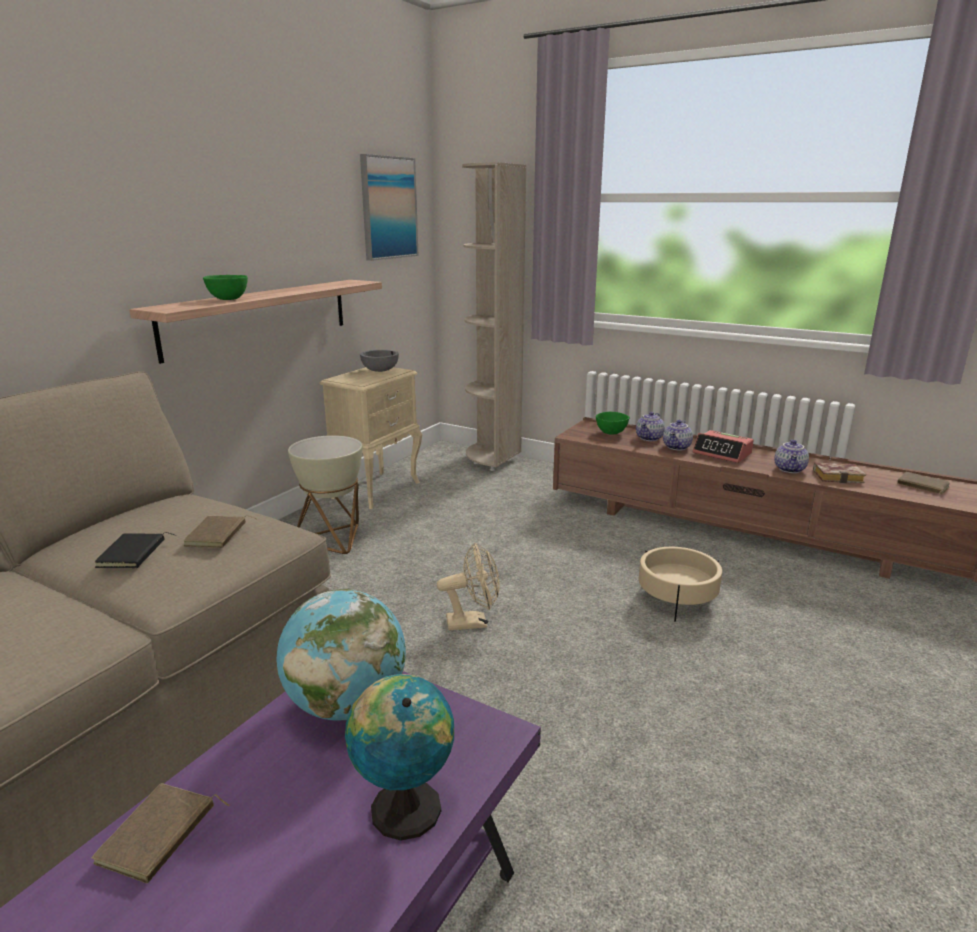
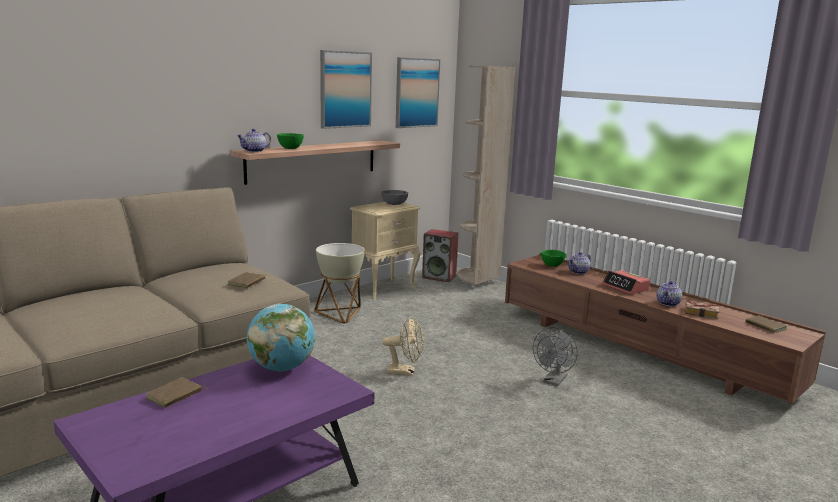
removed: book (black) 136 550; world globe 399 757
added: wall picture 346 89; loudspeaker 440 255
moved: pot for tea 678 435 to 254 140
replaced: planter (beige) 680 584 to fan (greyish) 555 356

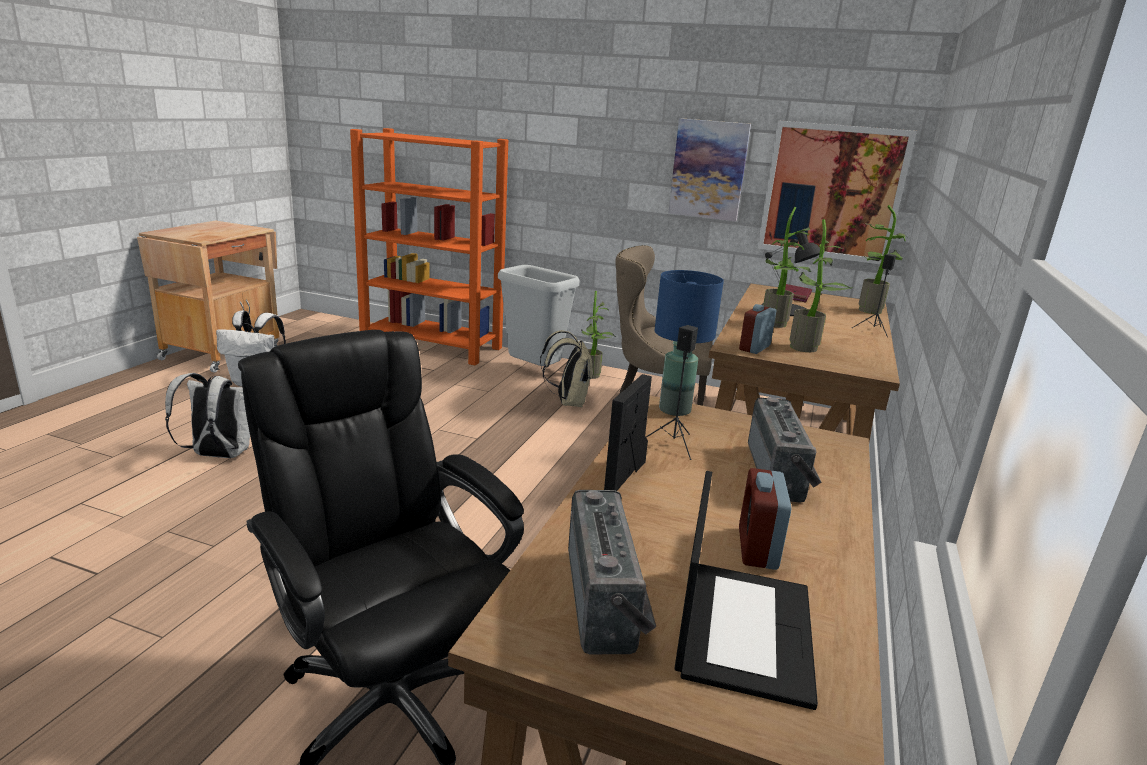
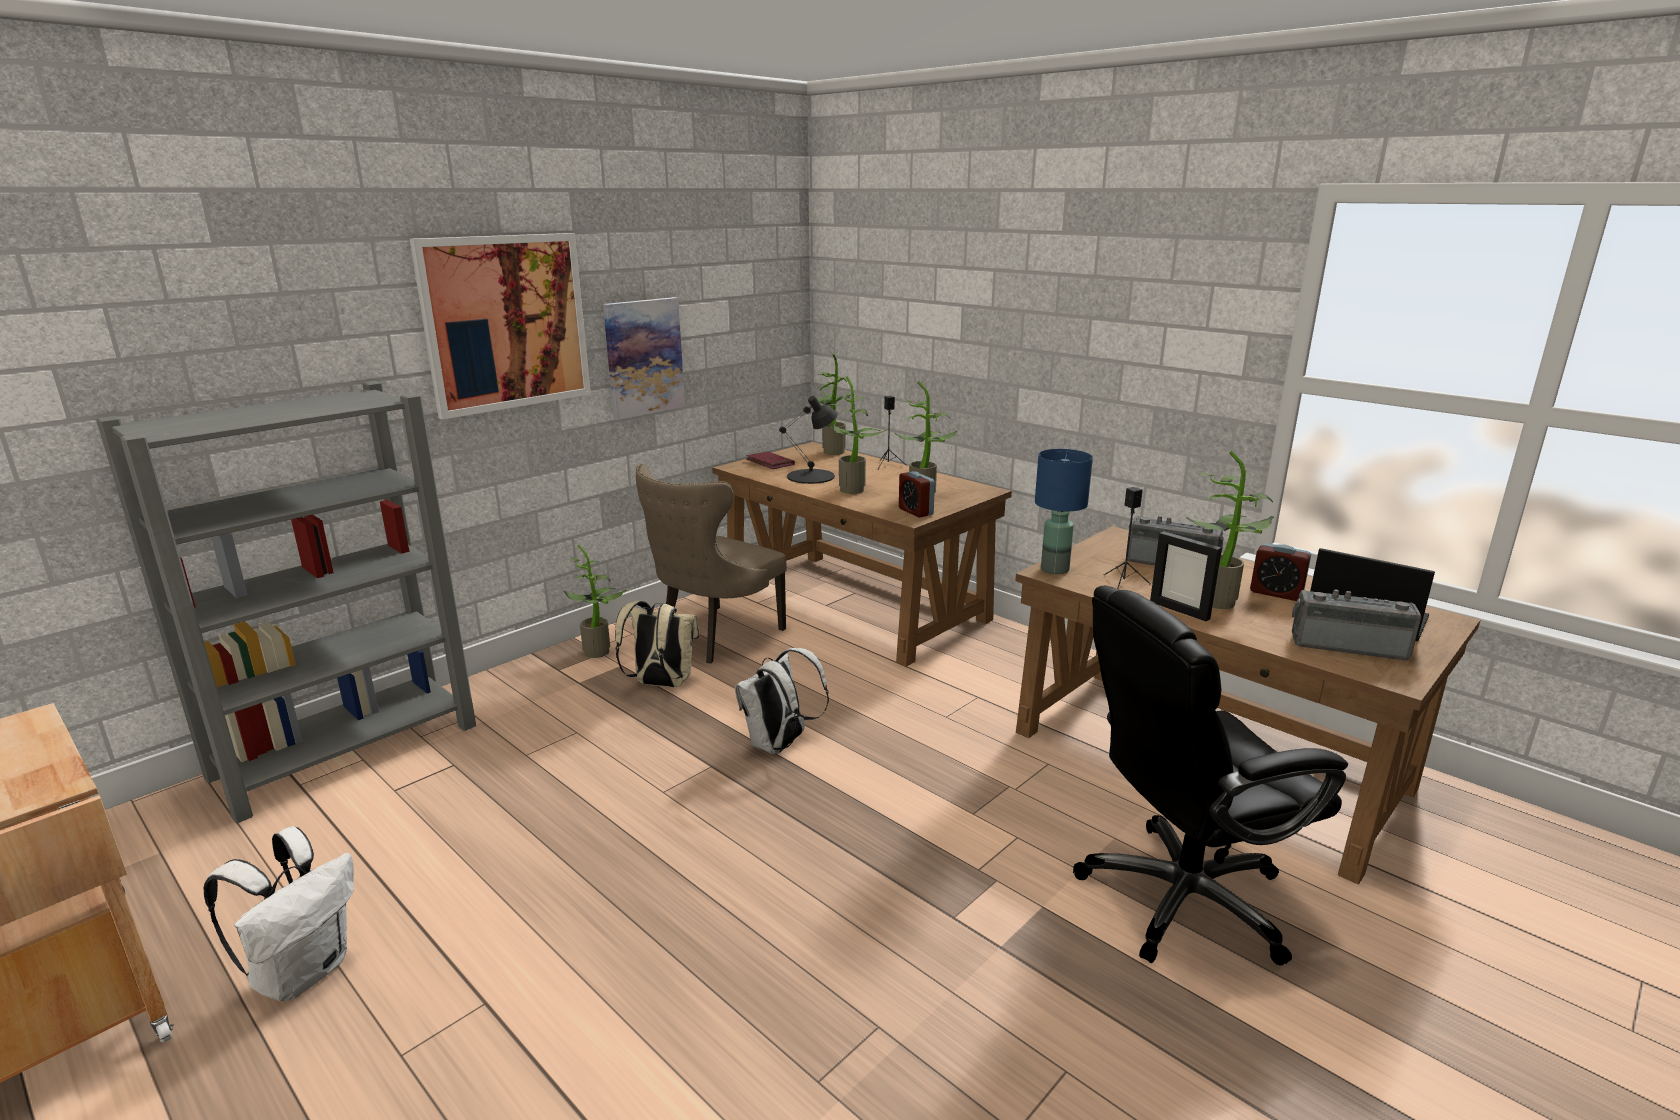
removed: rubbish bin (greyish) 539 315
added: plant in a pot 1230 530
moved: rucksack (white) 207 415 to 782 701; wall picture 837 192 to 500 326
recoloured: shelving unit (orange) 429 246 to shelving unit (greyish) 286 602

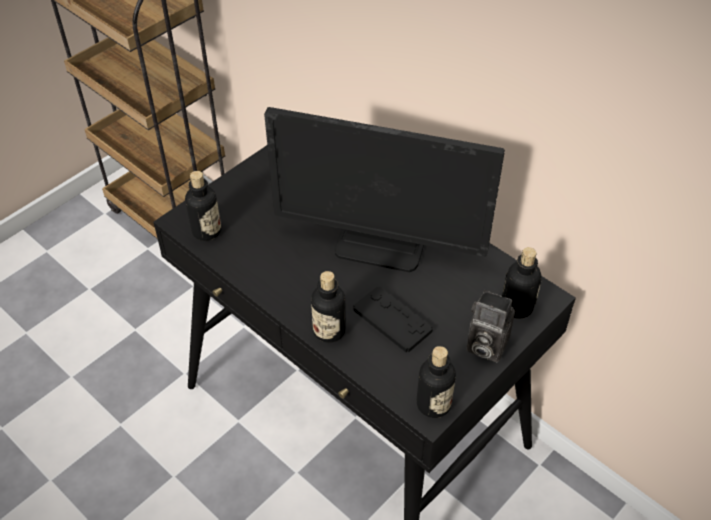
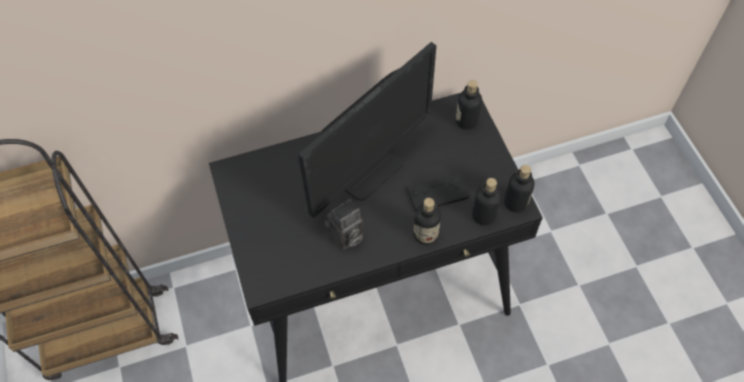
moved: drink bottle 203 206 to 486 201; photo camera 491 326 to 344 224

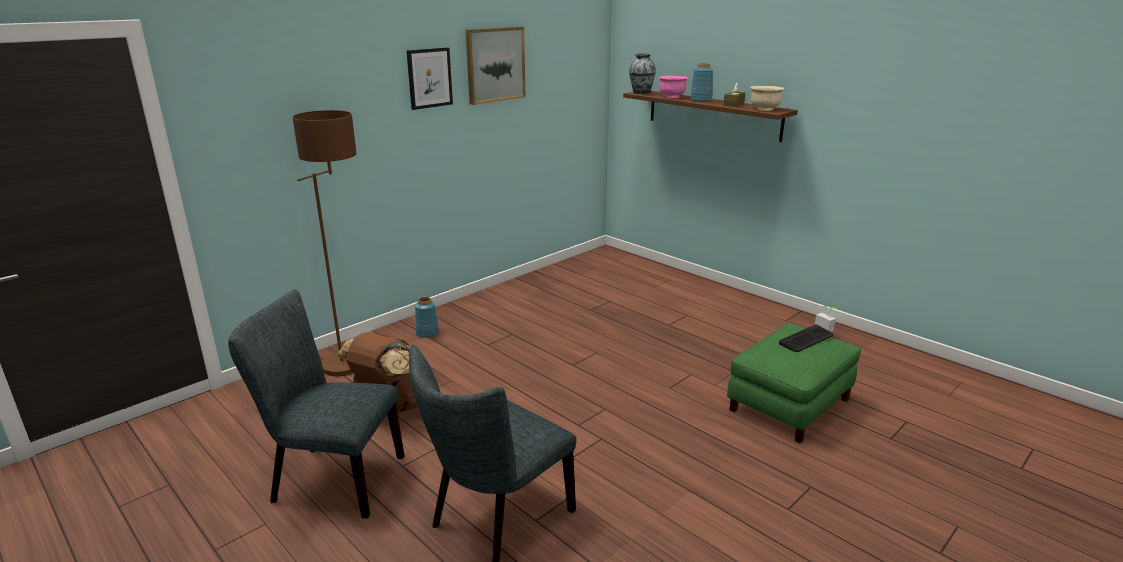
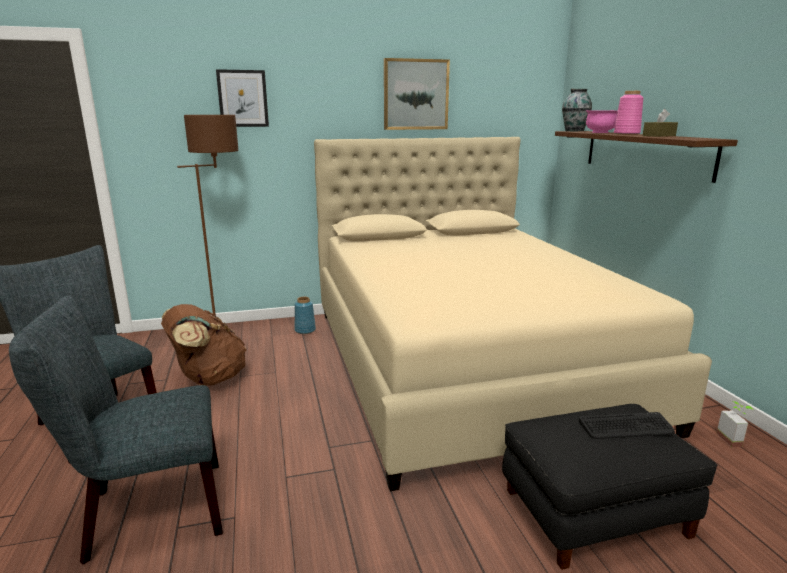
removed: deep dish (beige) 767 98
added: bedroom bed (beige) 513 314
moved: wall picture 430 78 to 242 98
recoloured: flower vase (blue) 701 82 to flower vase (pink-coloured) 629 113; pouffe (green) 794 383 to pouffe (black) 610 487

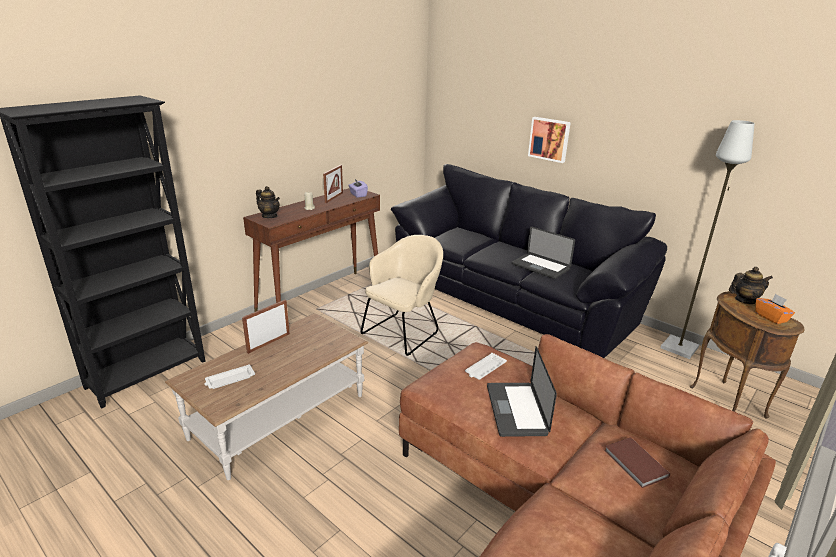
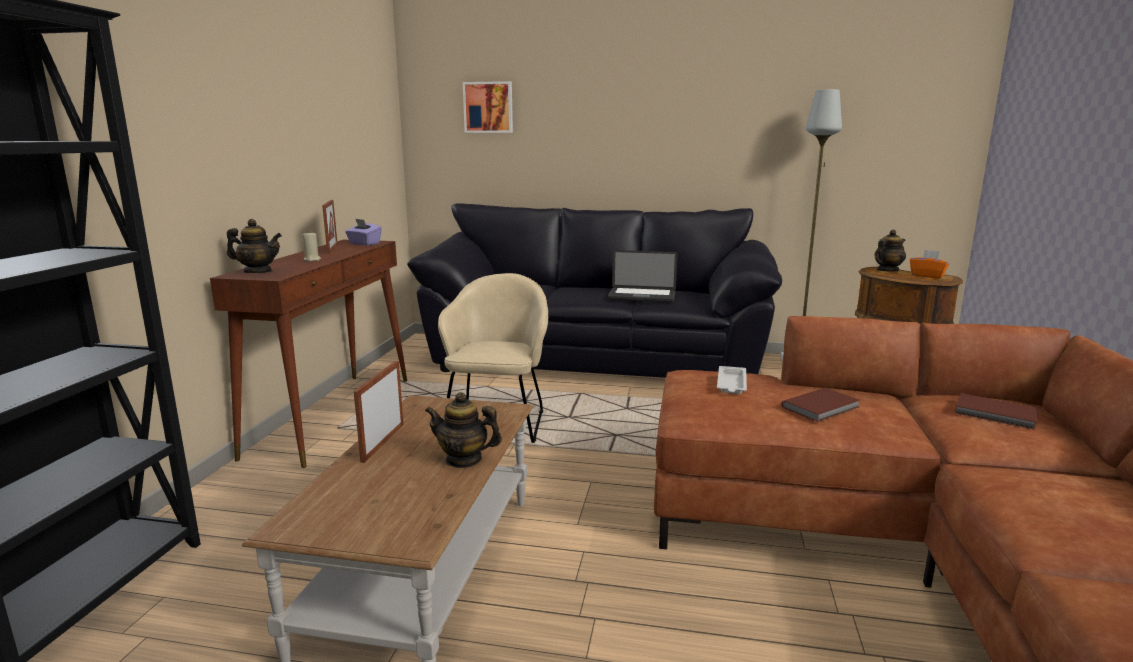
removed: carrying tray (white) 229 376
added: pot for tea 463 430
moved: wall picture 549 140 to 488 107
replaced: portable computer 522 391 to book (brown) 821 405

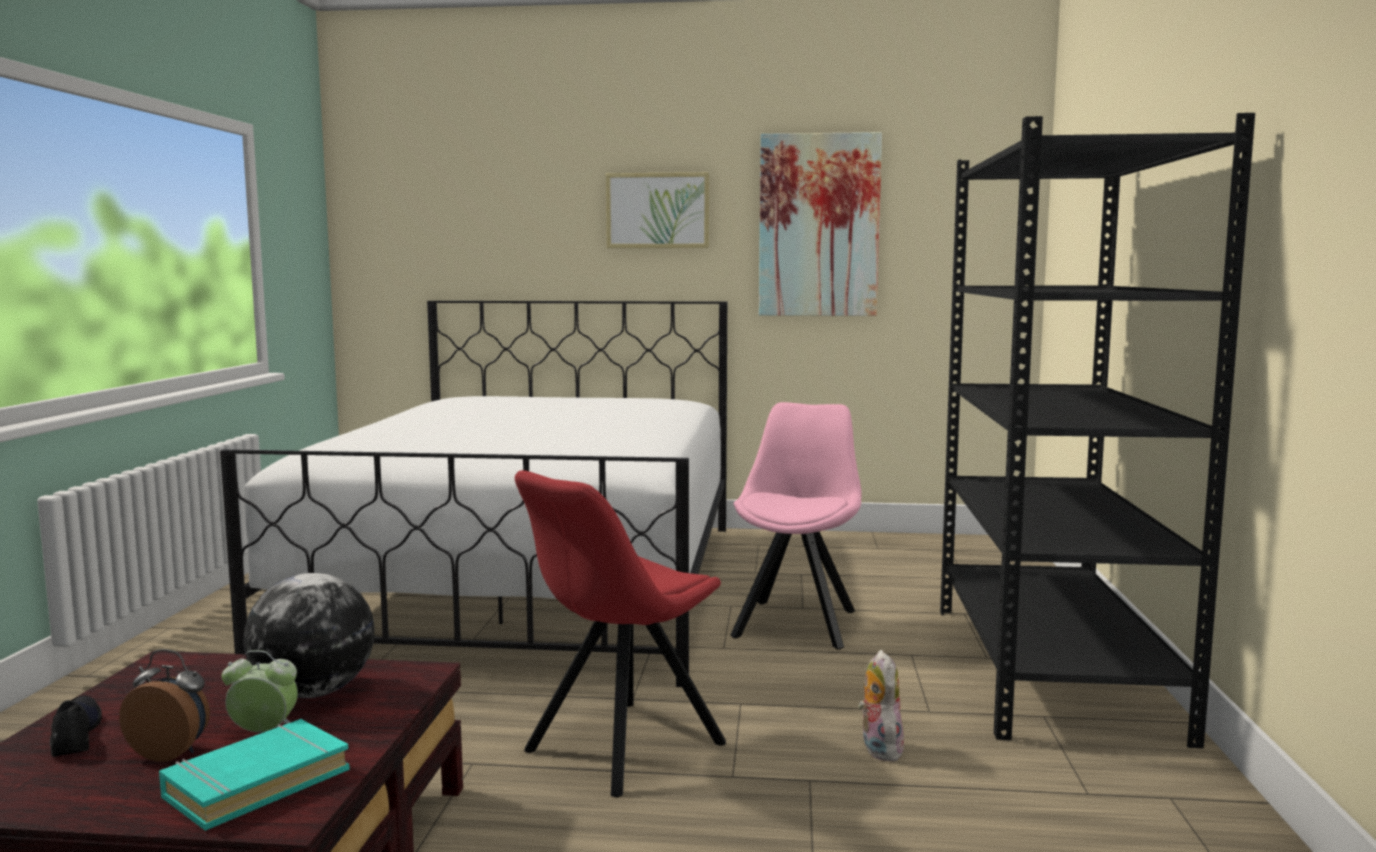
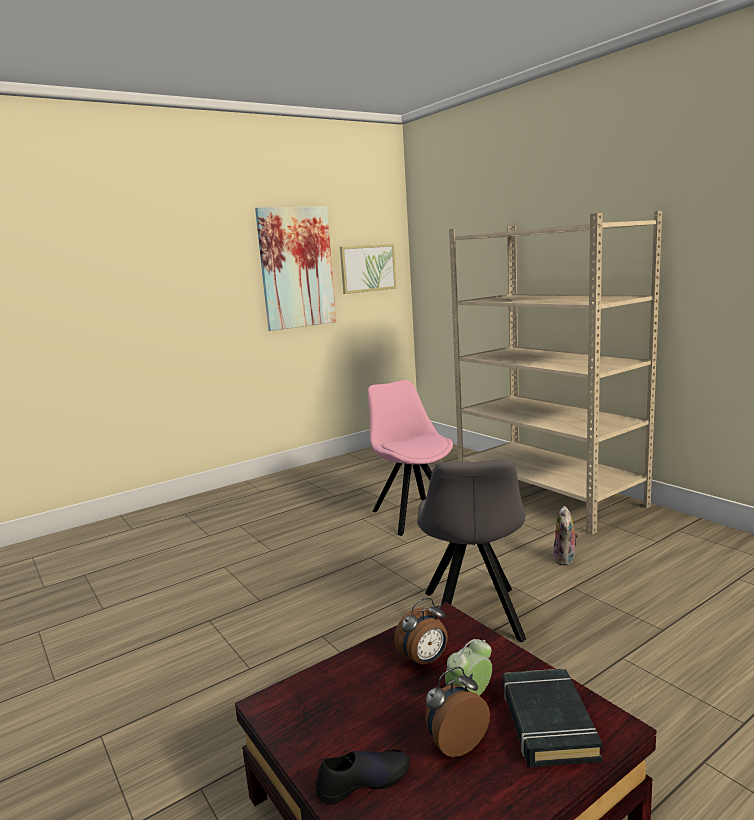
removed: bedroom bed (white) 473 494
moved: wall picture 657 210 to 368 269
replaced: world globe 308 635 to table clock 421 632
recoloured: book (turquoise-coloured) 254 775 to book (black) 552 717; chair (reddish) 620 633 to chair (greyish) 471 550; shelving unit (black) 1097 430 to shelving unit (beige) 555 372
turned: low shoe (black) 76 726 = 363 777 135 degrees clockwise; soft toy 881 706 = 566 535 120 degrees counterclockwise

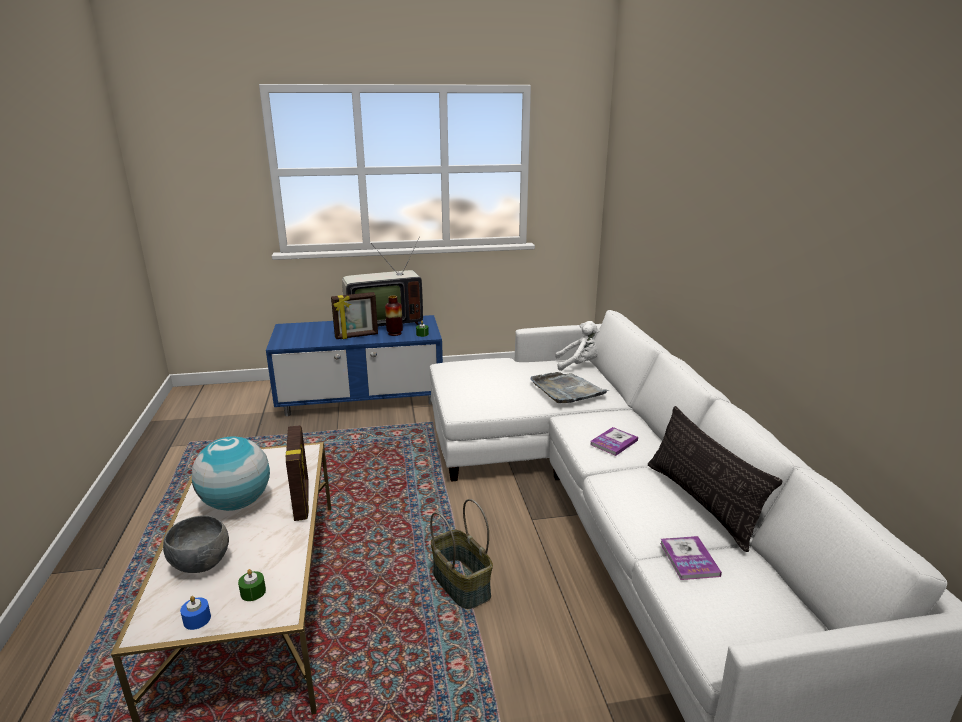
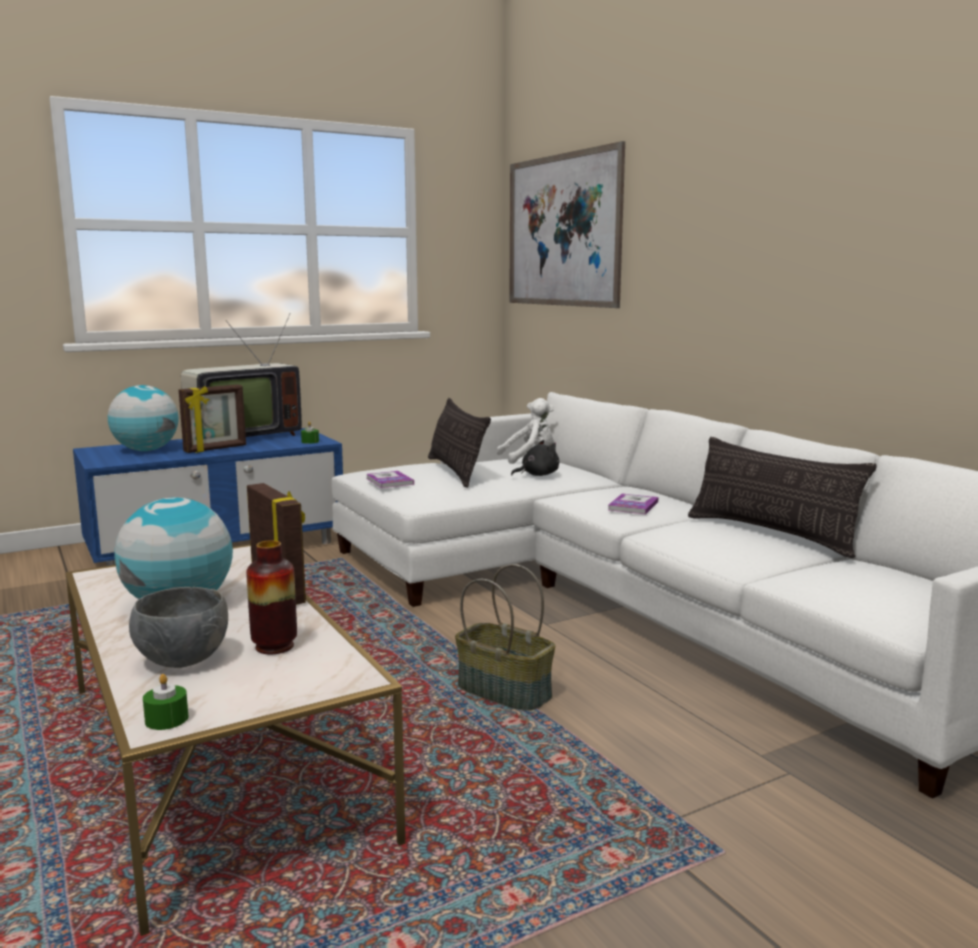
removed: candle (blue) 195 613
added: world globe 143 418; throw pillow 459 443; wall picture 567 224
moved: candle (green) 252 585 to 165 702; flower vase 394 316 to 271 597; book 691 558 to 390 479
replaced: carrying tray (greyish) 569 387 to soft toy (black) 535 458

